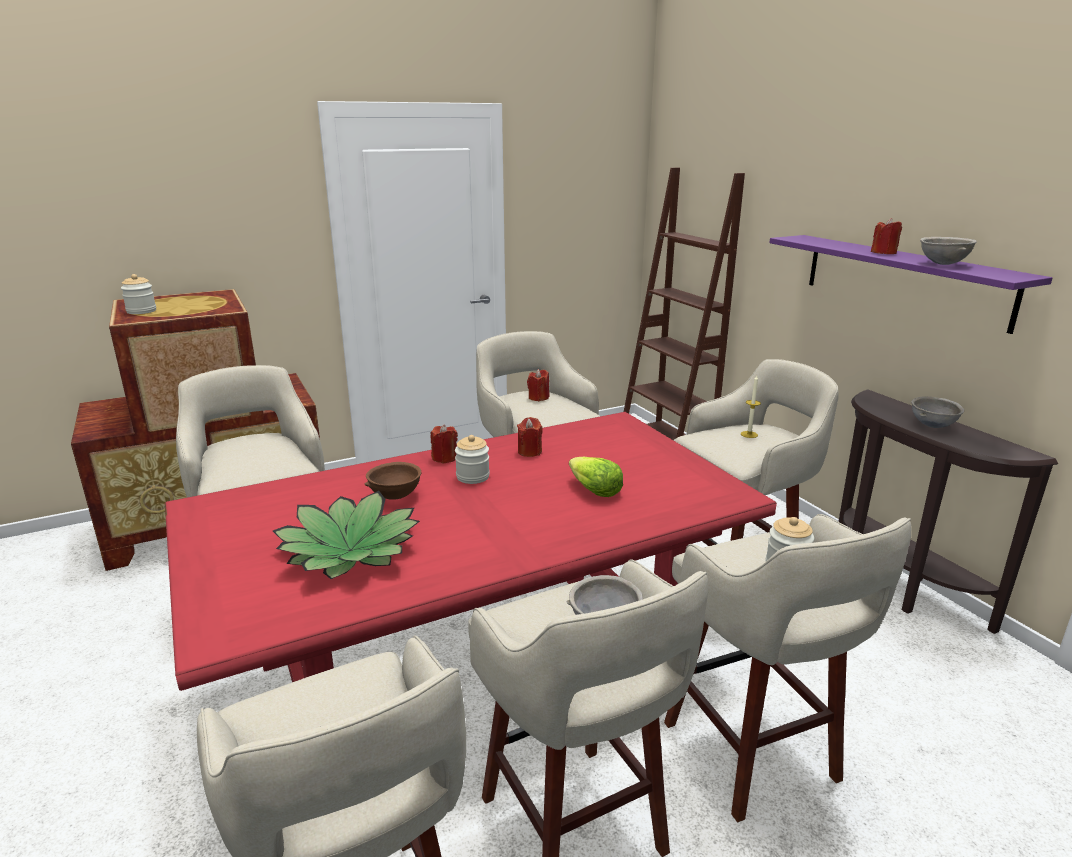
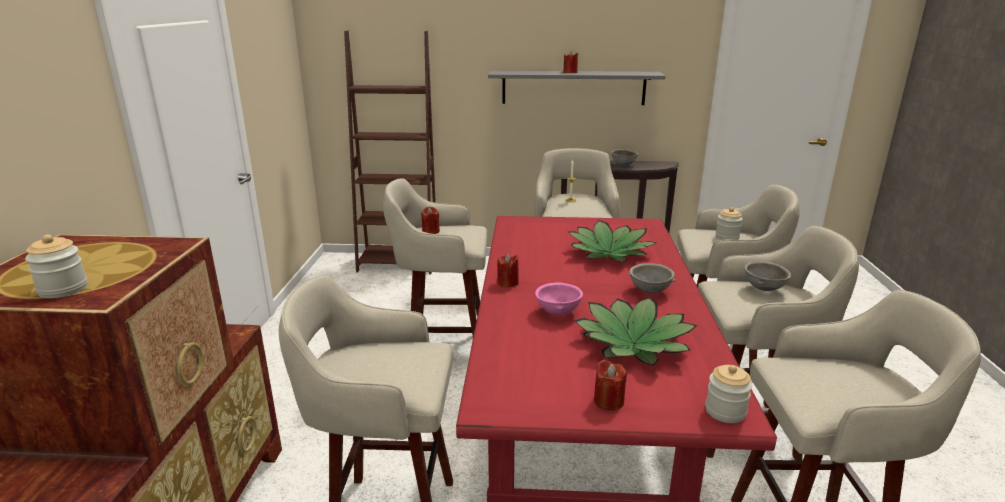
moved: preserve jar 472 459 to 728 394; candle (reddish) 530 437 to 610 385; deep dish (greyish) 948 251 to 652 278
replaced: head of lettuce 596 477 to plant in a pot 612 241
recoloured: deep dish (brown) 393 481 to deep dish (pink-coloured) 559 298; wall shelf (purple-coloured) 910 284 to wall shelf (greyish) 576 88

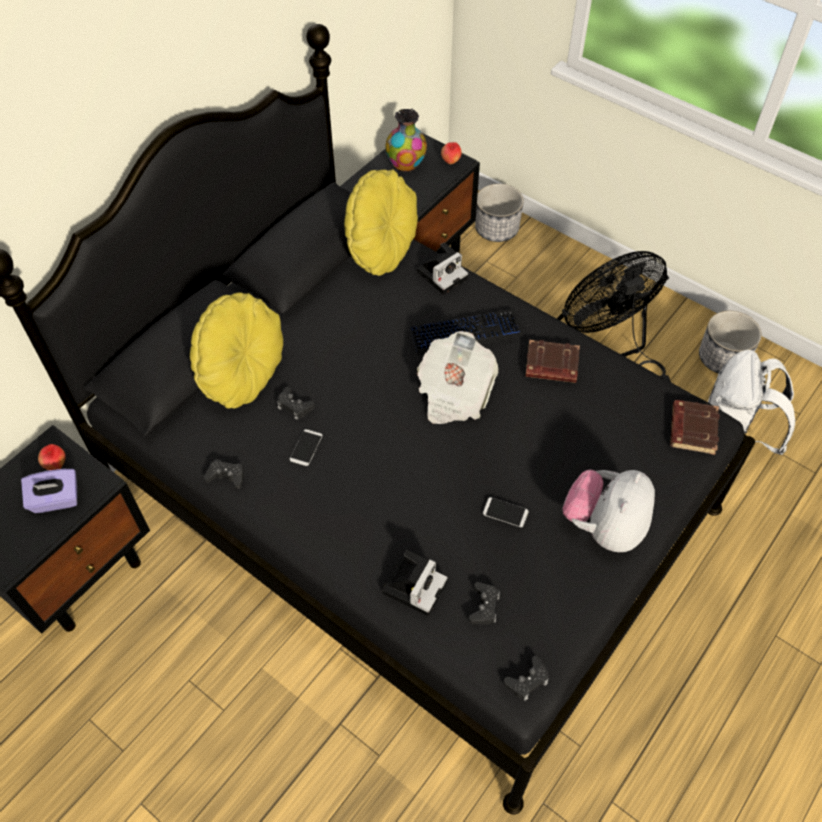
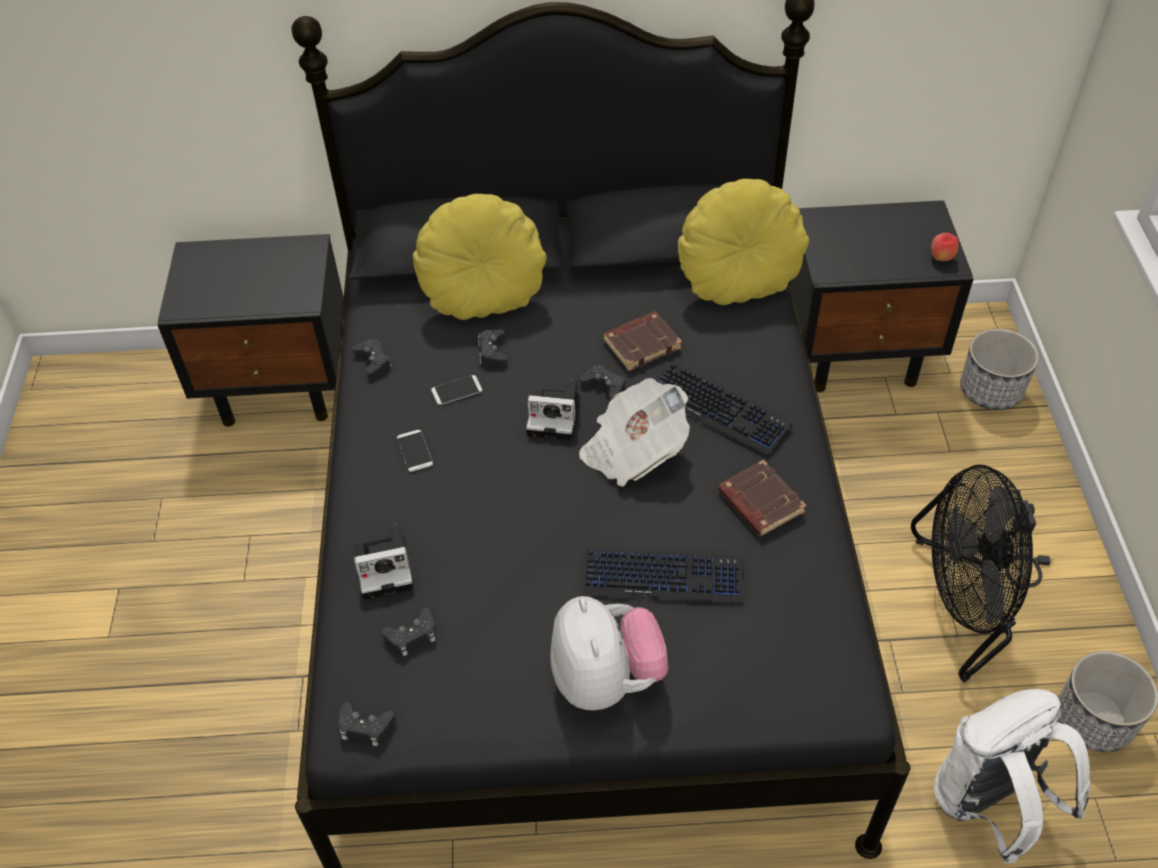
removed: box of tissues (purple-coloured) 49 491; apple fruit 52 457; flower vase 406 141
added: gamepad (black) 602 382; computer keyboard 663 575
moved: photo camera 442 268 to 553 410; handset 506 512 to 415 451; book (brown) 694 427 to 642 341
turned: fan (black) 614 316 = 982 574 120 degrees counterclockwise; soft toy 608 511 = 609 653 90 degrees clockwise

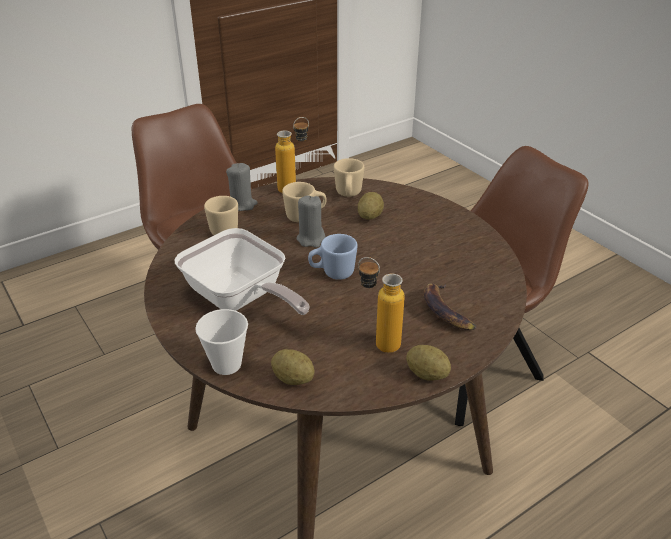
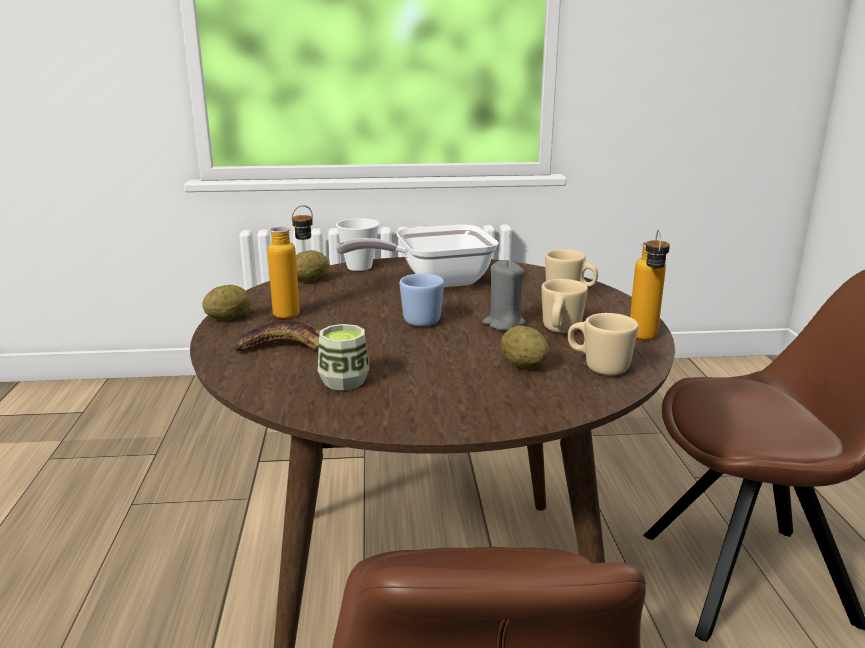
removed: candle (greyish) 242 187
added: small cup 343 357

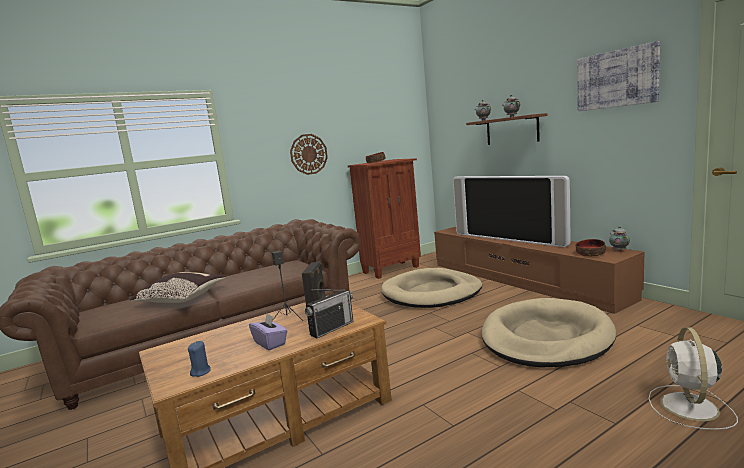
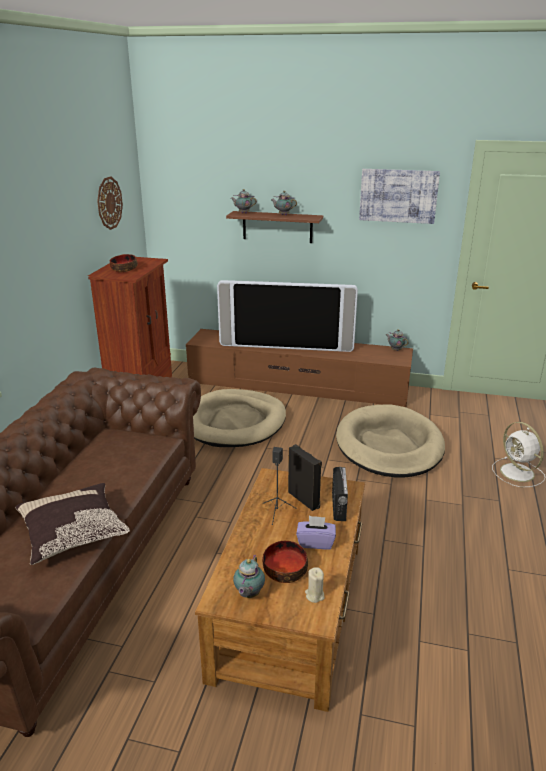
added: pot for tea 249 576
moved: wall clock 309 154 to 110 203; deep dish 591 248 to 285 562
recoloured: candle (blue) 199 359 to candle (beige) 314 585

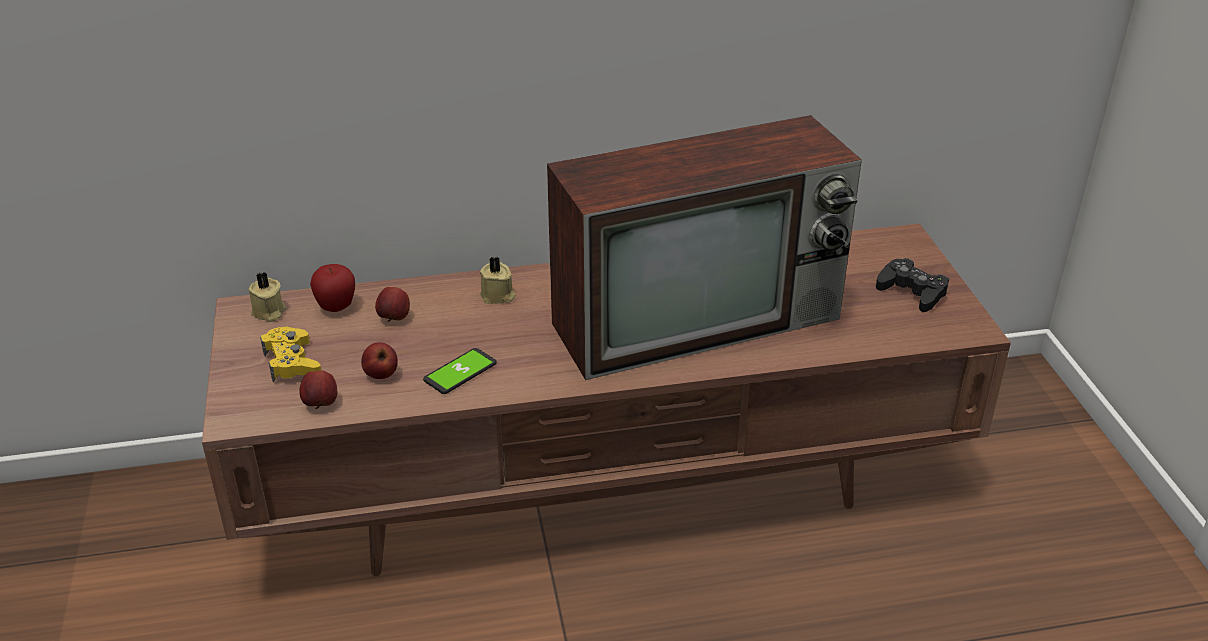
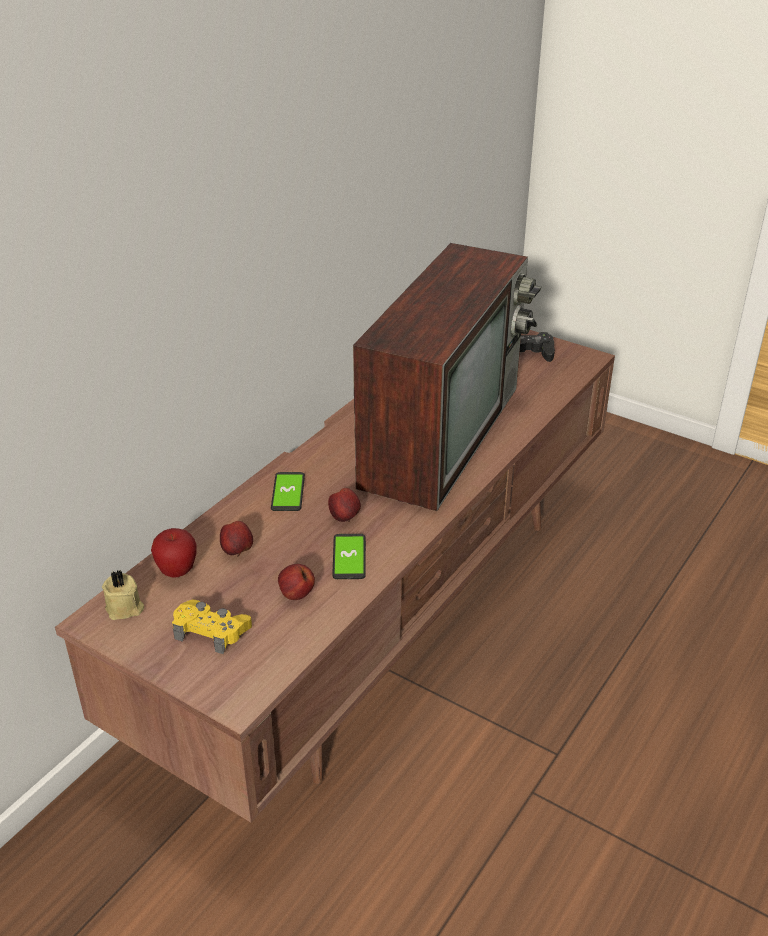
moved: apple fruit 318 389 to 344 505
replaced: candle (beige) 498 280 to handset 288 491

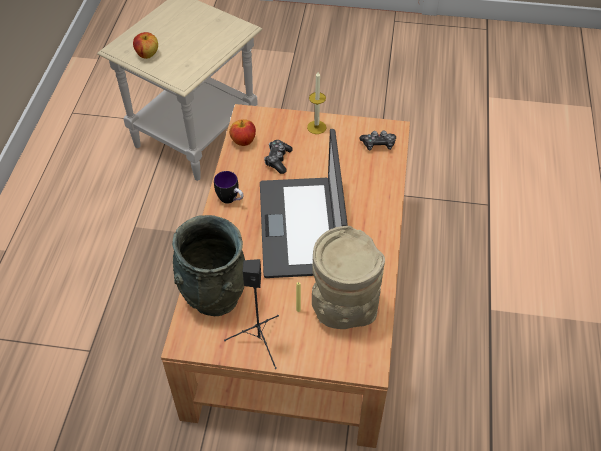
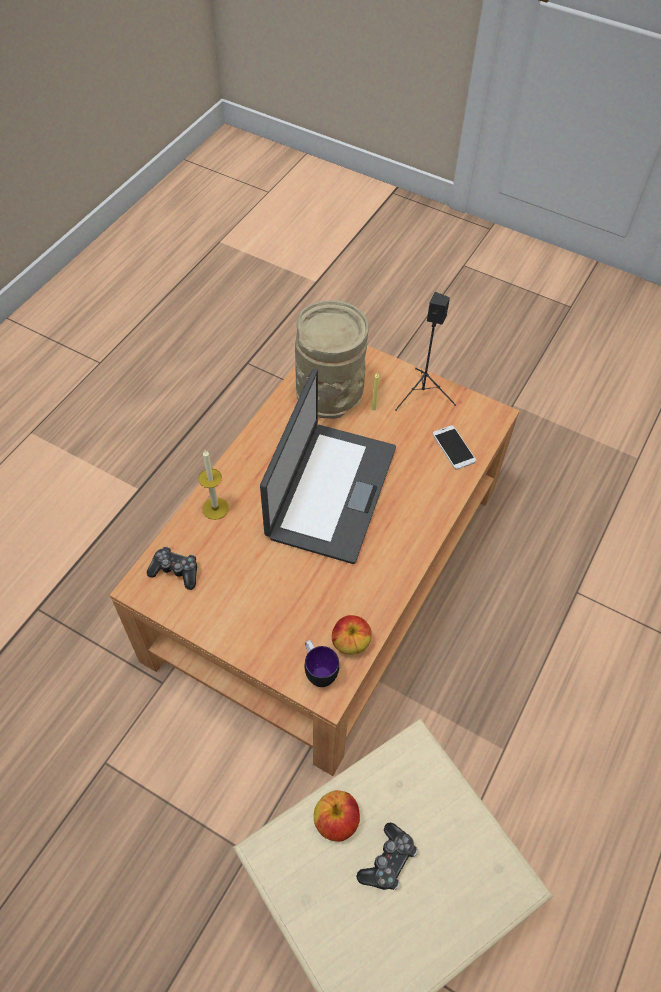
moved: apple fruit 145 45 to 337 816; mug 229 187 to 322 663; gamepad 278 157 to 387 856; candle 316 103 to 213 485
replaced: flower vase (greyish) 208 265 to handset 454 447

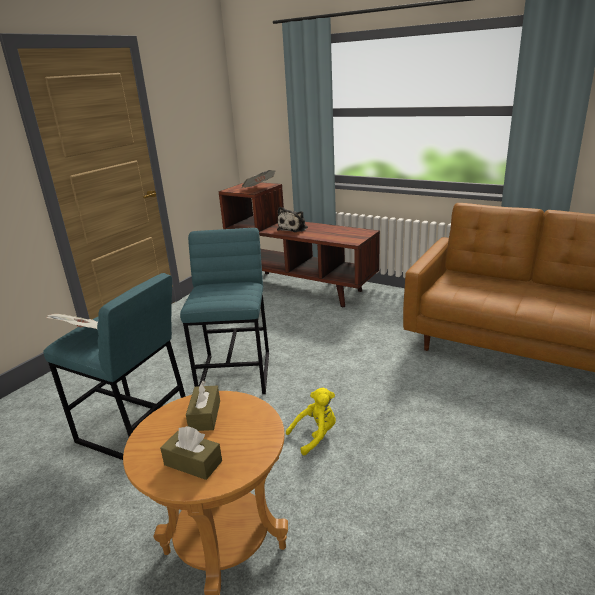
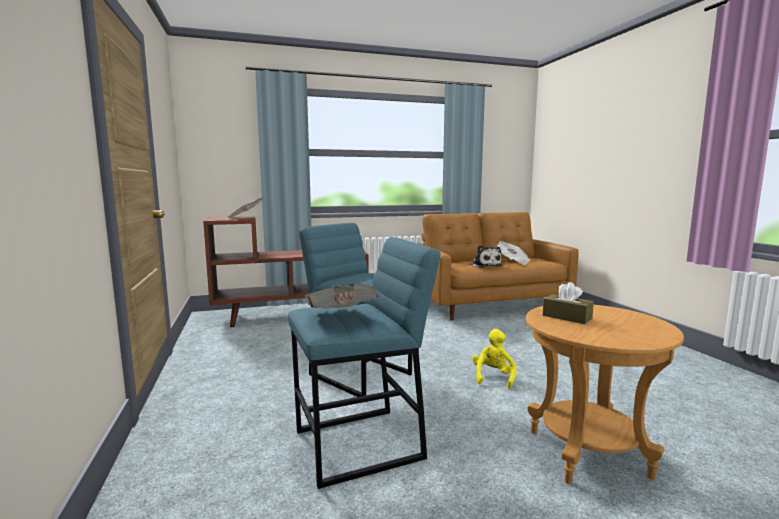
removed: box of tissues (brown) 191 453
added: daily paper 514 253
moved: soft toy 292 219 to 486 256

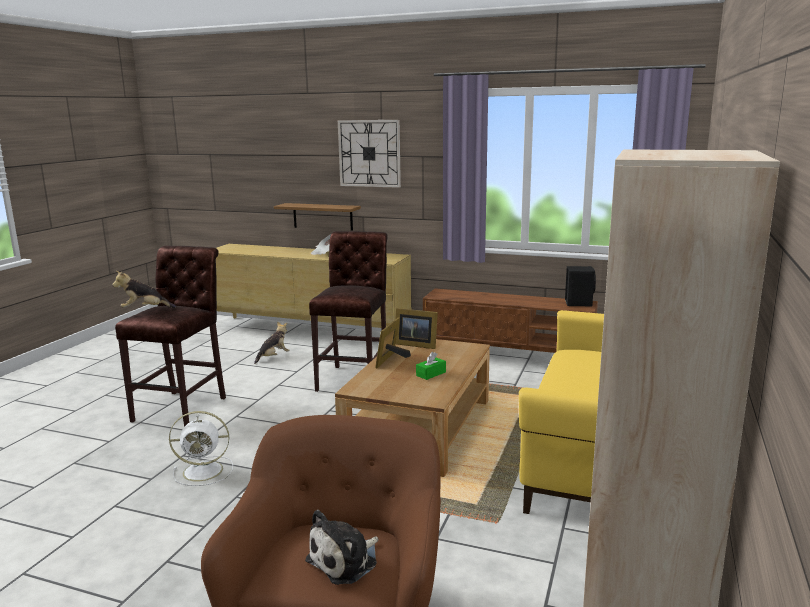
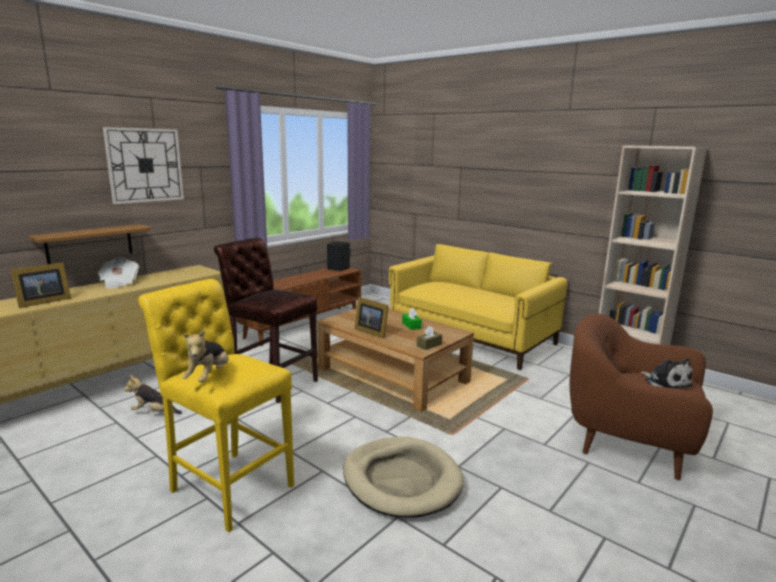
added: box of tissues (brown) 429 338
moved: standing frame 416 328 to 40 285
replaced: fan (white) 201 448 to dog cushion (beige) 403 477
recoloured: sitting stool (brown) 170 336 to sitting stool (yellowish) 216 405
turned: soft toy 272 343 = 153 394 60 degrees counterclockwise

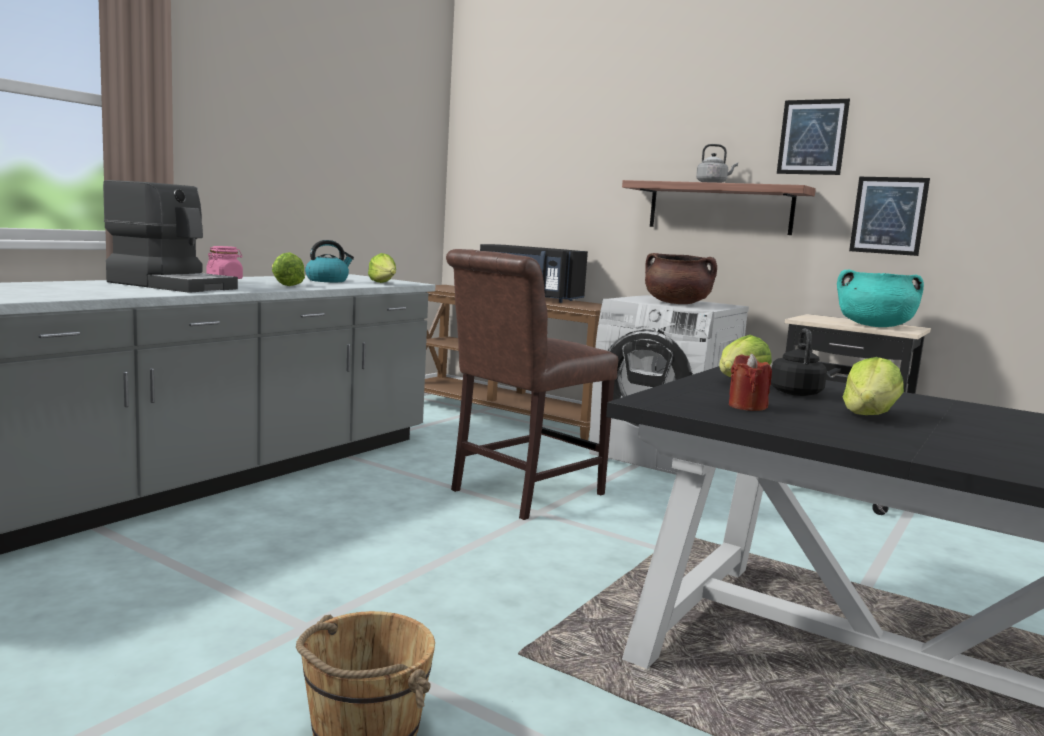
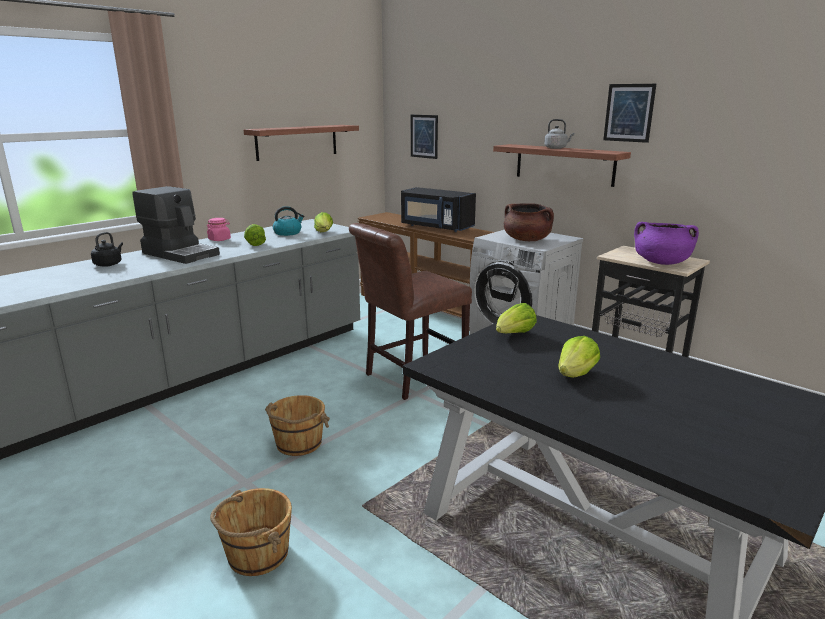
removed: candle (reddish) 750 382
added: wall shelf 301 143; pail (brown) 297 425
moved: tea kettle (black) 799 362 to 107 249; wall picture 889 216 to 424 137
recoloured: cooking pot (turquoise-coloured) 880 298 to cooking pot (purple-coloured) 666 243

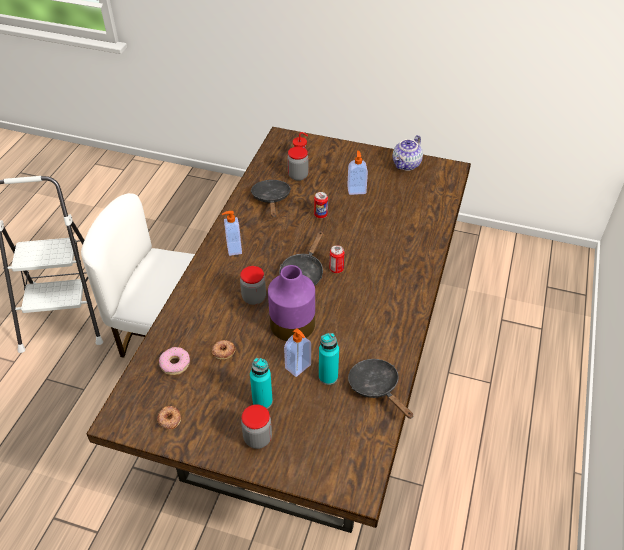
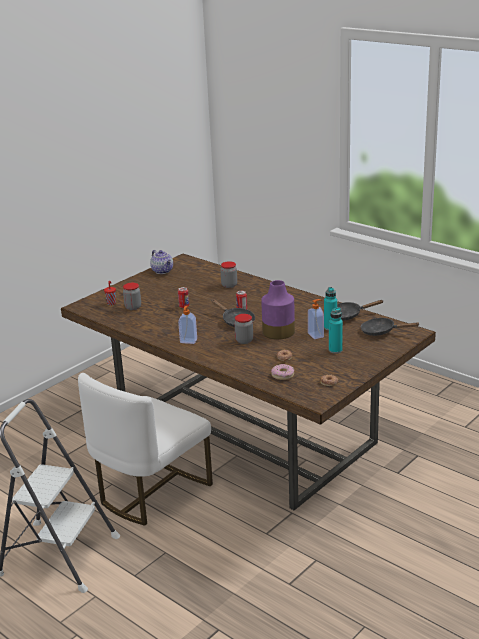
removed: liquid soap bottle 357 173
moved: preserve jar 256 426 to 228 274; pan (black) 271 199 to 390 327

